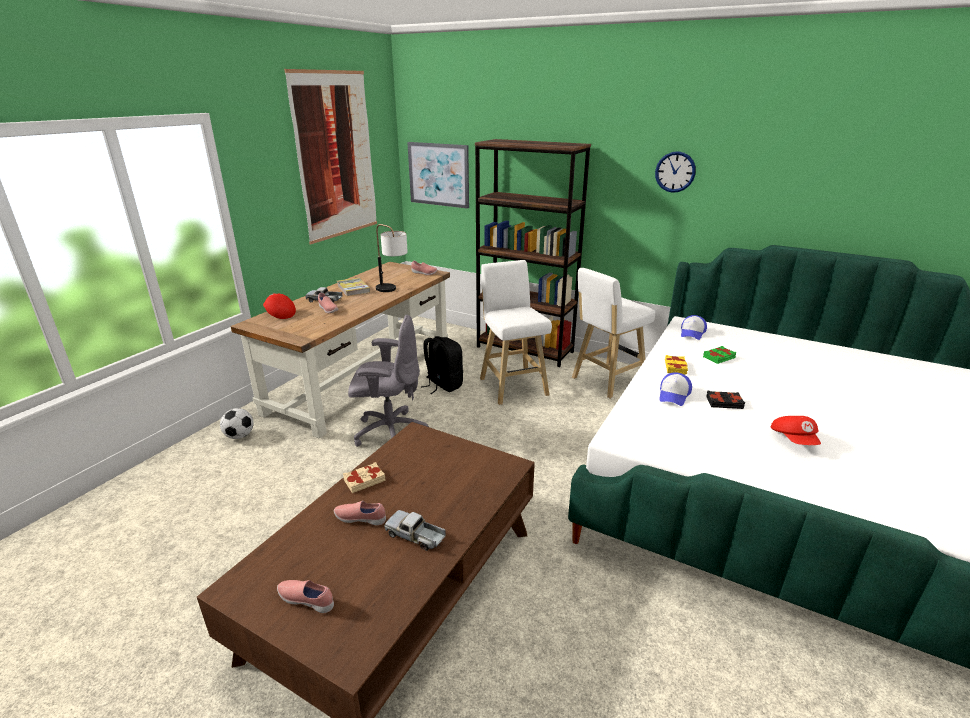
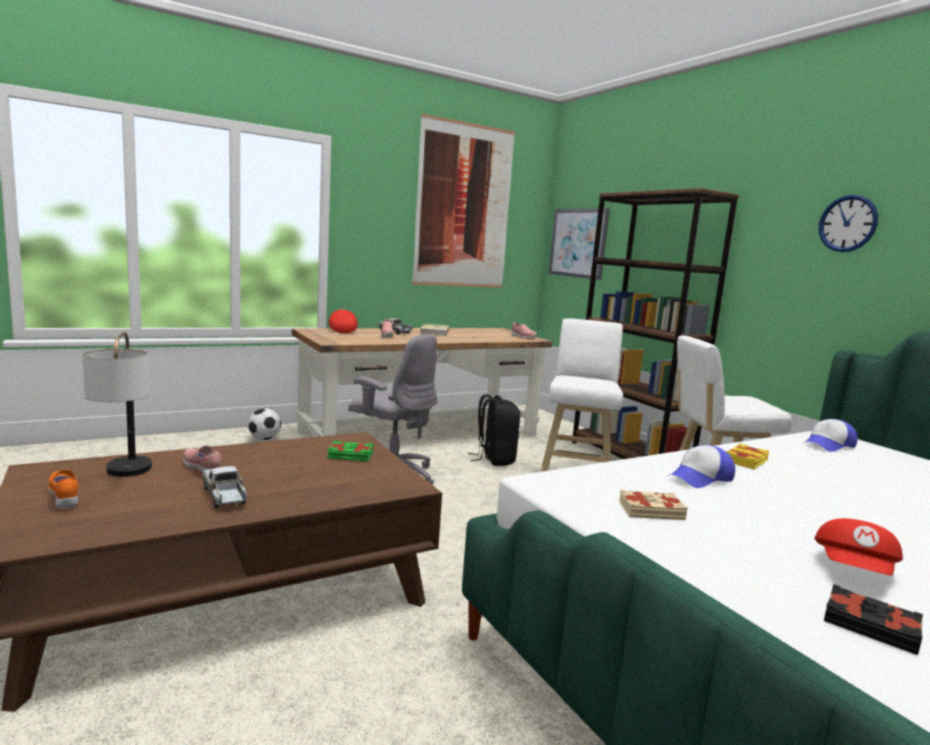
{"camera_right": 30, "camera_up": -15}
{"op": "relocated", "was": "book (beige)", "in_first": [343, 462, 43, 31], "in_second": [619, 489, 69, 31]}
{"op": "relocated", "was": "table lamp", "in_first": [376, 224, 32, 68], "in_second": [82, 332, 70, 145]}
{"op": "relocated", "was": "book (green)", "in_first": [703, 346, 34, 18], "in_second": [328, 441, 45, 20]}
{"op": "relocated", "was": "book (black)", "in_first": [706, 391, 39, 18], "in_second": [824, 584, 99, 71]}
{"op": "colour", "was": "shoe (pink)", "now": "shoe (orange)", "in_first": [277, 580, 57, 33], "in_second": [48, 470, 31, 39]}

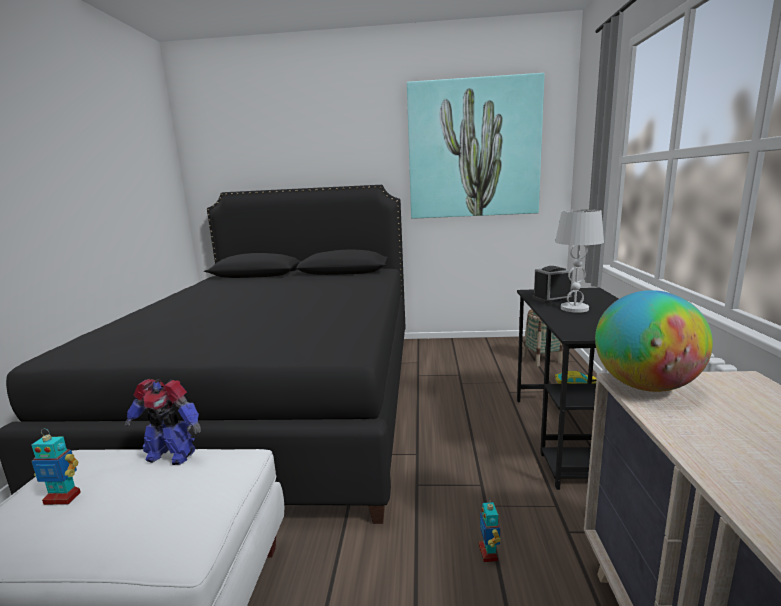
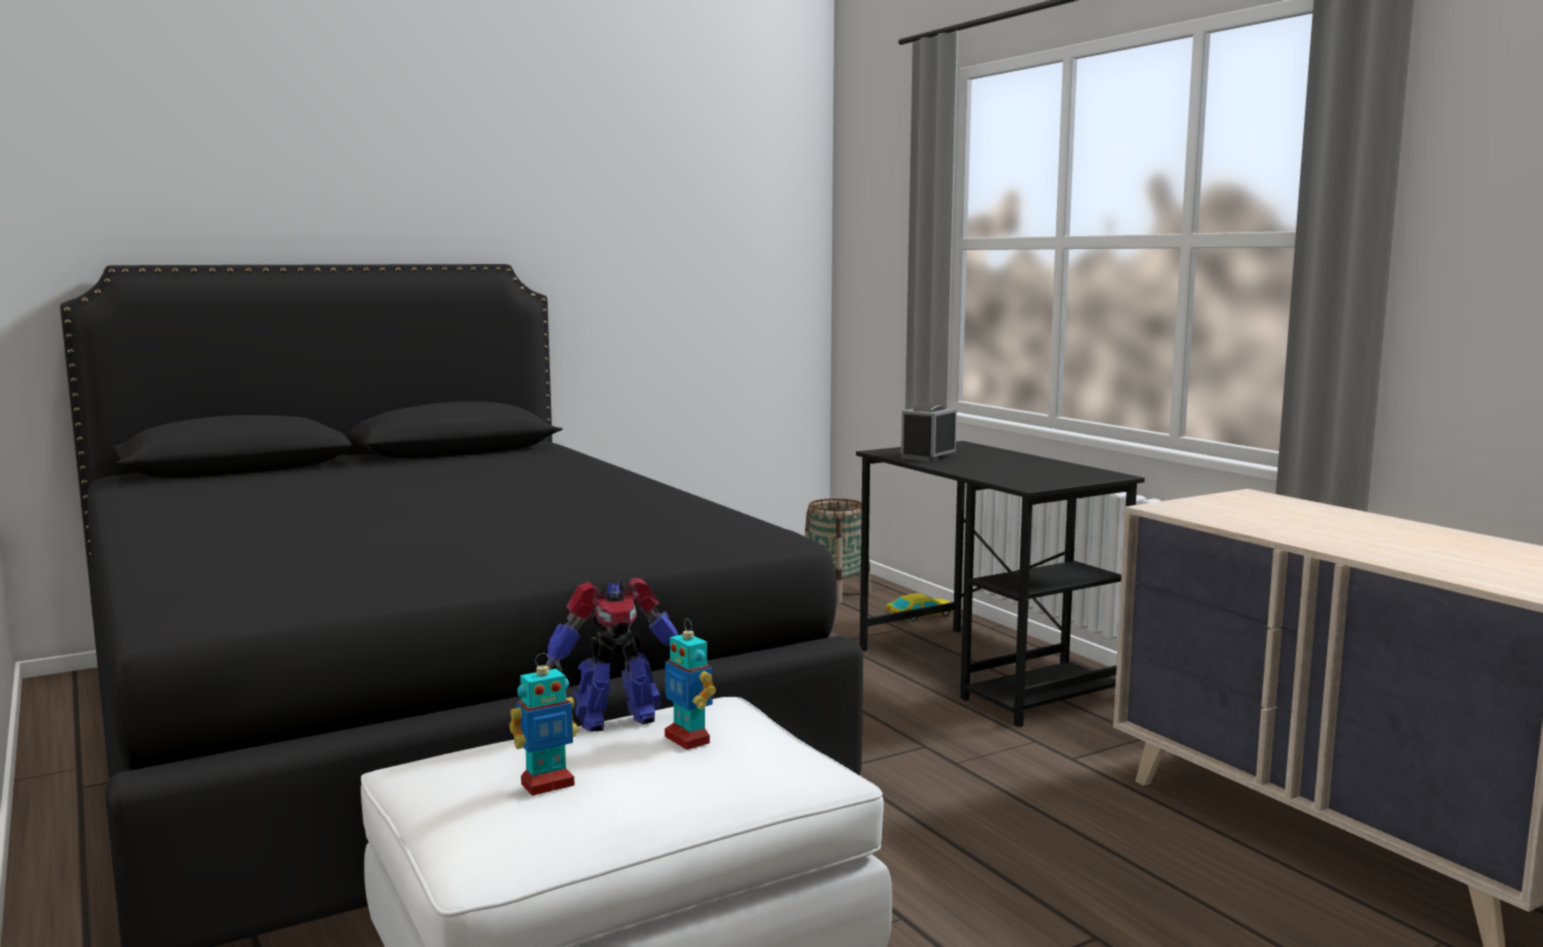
{"camera_right": -35, "camera_up": -5}
{"op": "missing", "was": "picture", "in_first": [407, 73, 138, 146]}
{"op": "missing", "was": "table lamp (white)", "in_first": [555, 210, 49, 103]}
{"op": "missing", "was": "globe", "in_first": [595, 290, 118, 102]}
{"op": "relocated", "was": "toy robot", "in_first": [479, 499, 22, 63], "in_second": [665, 619, 51, 131]}

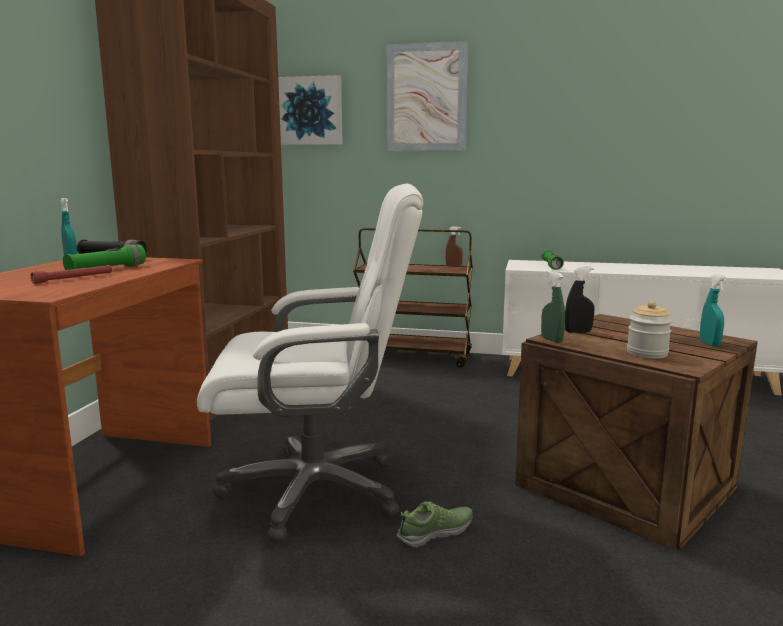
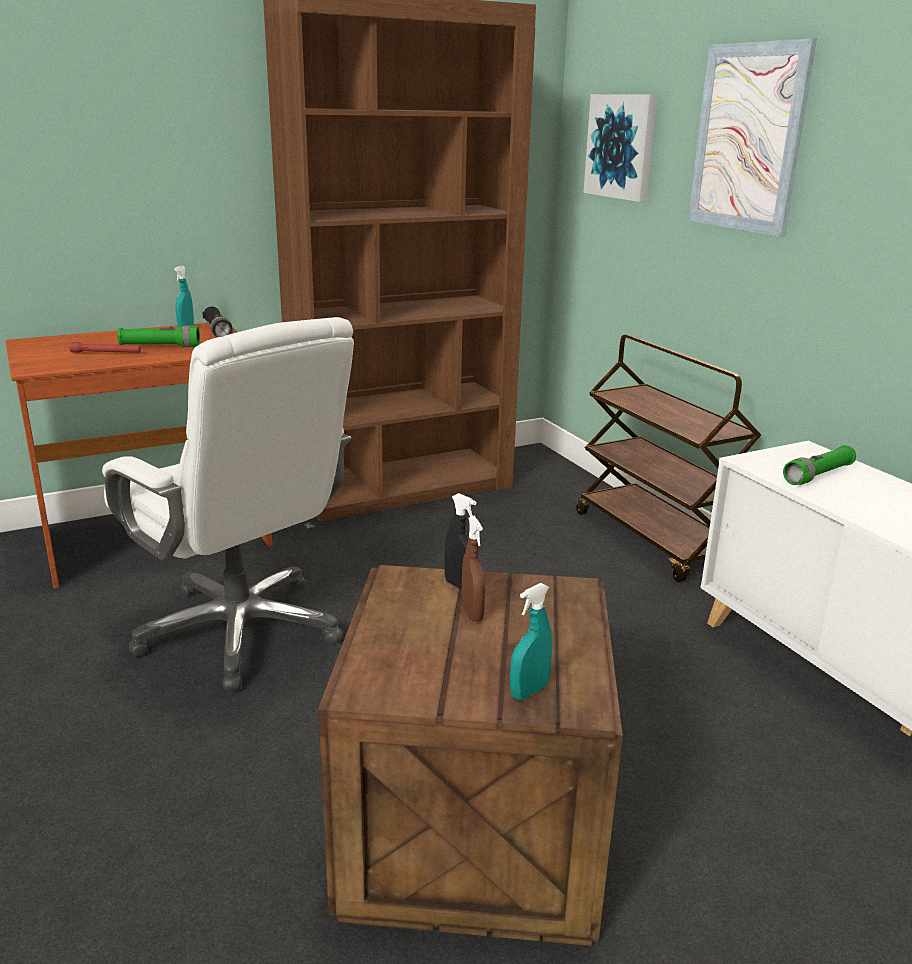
{"camera_right": 50, "camera_up": 10}
{"op": "missing", "was": "shoe", "in_first": [397, 501, 76, 47]}
{"op": "missing", "was": "spray bottle (green)", "in_first": [541, 271, 24, 72]}
{"op": "missing", "was": "jar", "in_first": [627, 301, 45, 58]}
{"op": "relocated", "was": "spray bottle (brown)", "in_first": [446, 227, 17, 40], "in_second": [462, 516, 23, 106]}

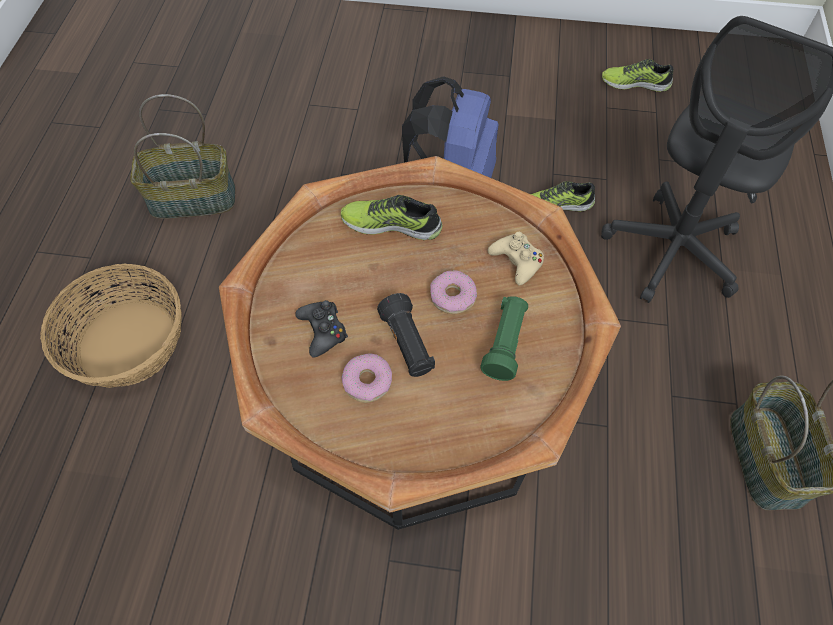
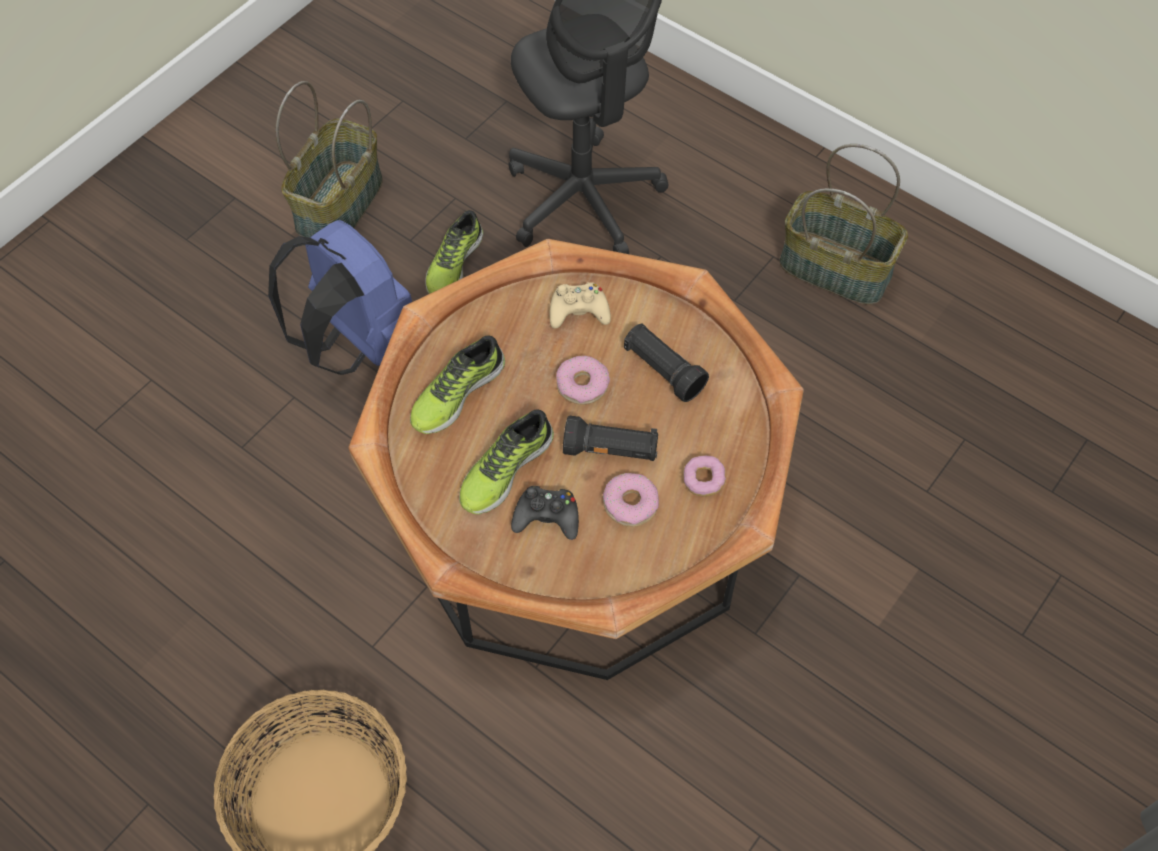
{"camera_right": -60, "camera_up": 0}
{"op": "appeared", "now": "donut", "in_second": [683, 456, 43, 41]}
{"op": "relocated", "was": "basket", "in_first": [130, 94, 105, 125], "in_second": [276, 81, 107, 156]}
{"op": "relocated", "was": "shoe", "in_first": [602, 59, 72, 33], "in_second": [459, 409, 95, 105]}
{"op": "colour", "was": "flashlight (green)", "now": "flashlight (black)", "in_first": [480, 296, 48, 85], "in_second": [624, 324, 85, 78]}

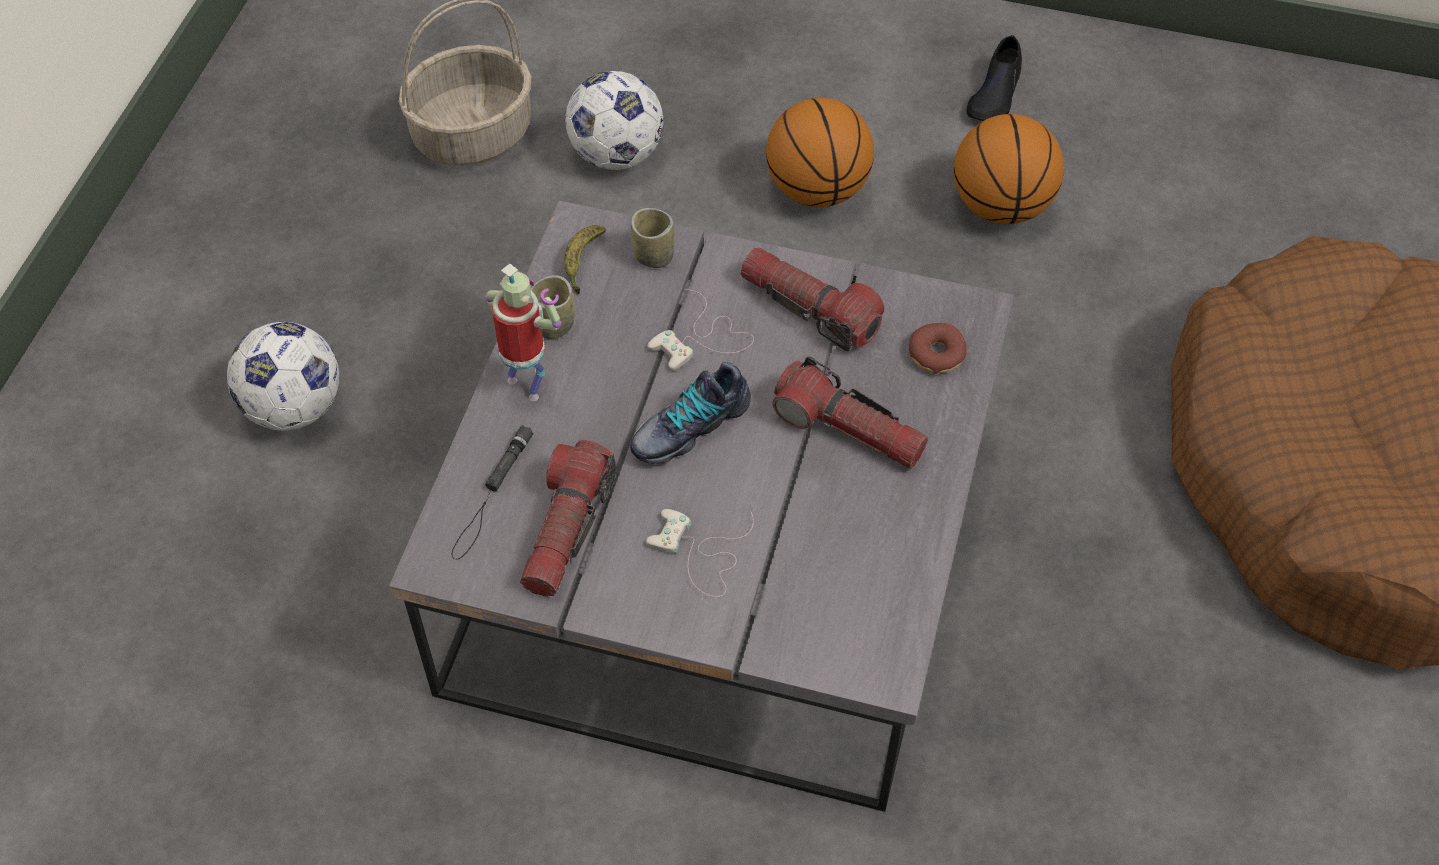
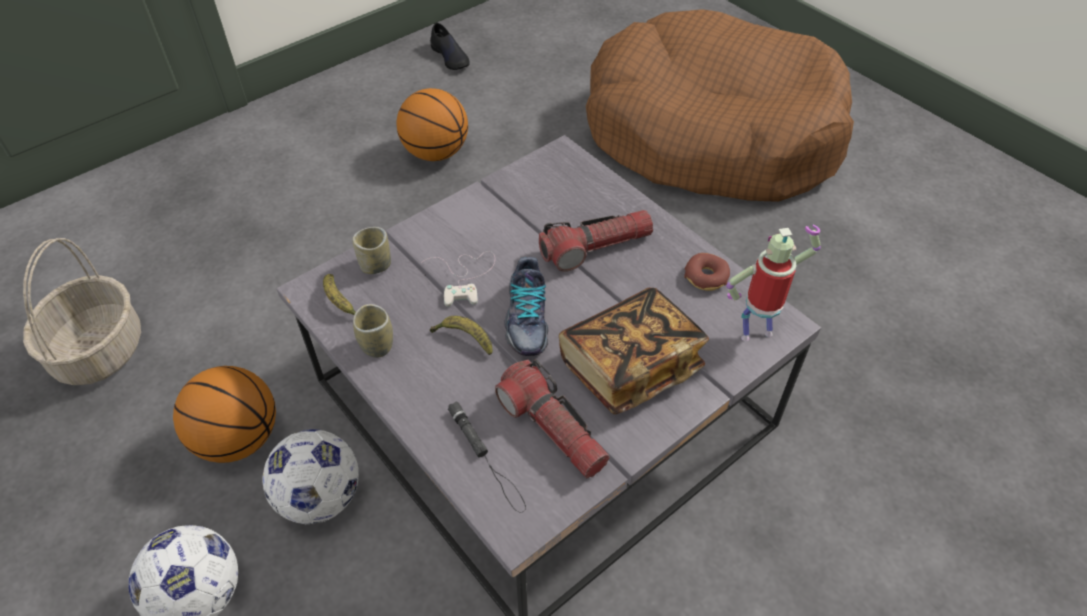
{"camera_right": -55, "camera_up": -5}
{"op": "missing", "was": "flashlight", "in_first": [741, 247, 143, 104]}
{"op": "appeared", "now": "banana", "in_second": [430, 316, 62, 39]}
{"op": "relocated", "was": "toy robot", "in_first": [485, 264, 76, 137], "in_second": [726, 225, 95, 116]}
{"op": "relocated", "was": "football", "in_first": [565, 71, 98, 99], "in_second": [263, 429, 96, 96]}
{"op": "relocated", "was": "basketball", "in_first": [766, 98, 108, 109], "in_second": [173, 366, 103, 97]}
{"op": "relocated", "was": "donut", "in_first": [909, 323, 57, 51], "in_second": [684, 253, 46, 38]}
{"op": "relocated", "was": "shoe (black)", "in_first": [967, 35, 55, 86], "in_second": [430, 22, 40, 48]}
{"op": "exchanged", "was": "game controller (white)", "now": "book", "in_first": [646, 509, 108, 88], "in_second": [559, 288, 150, 126]}

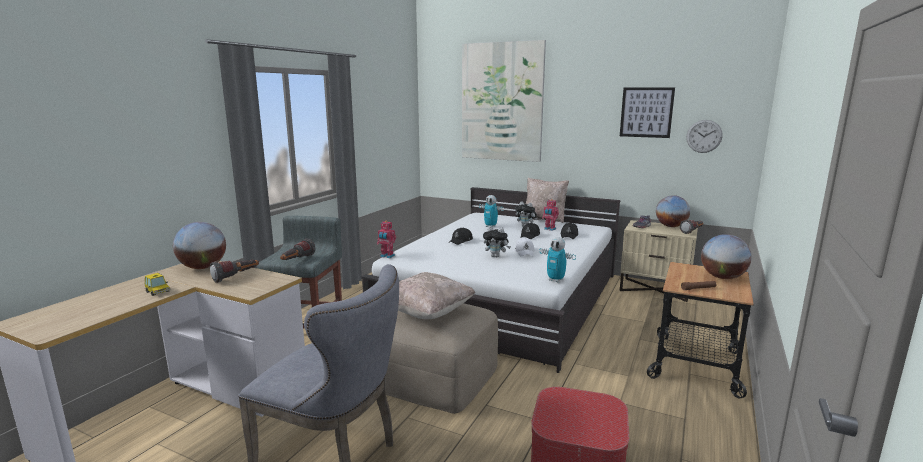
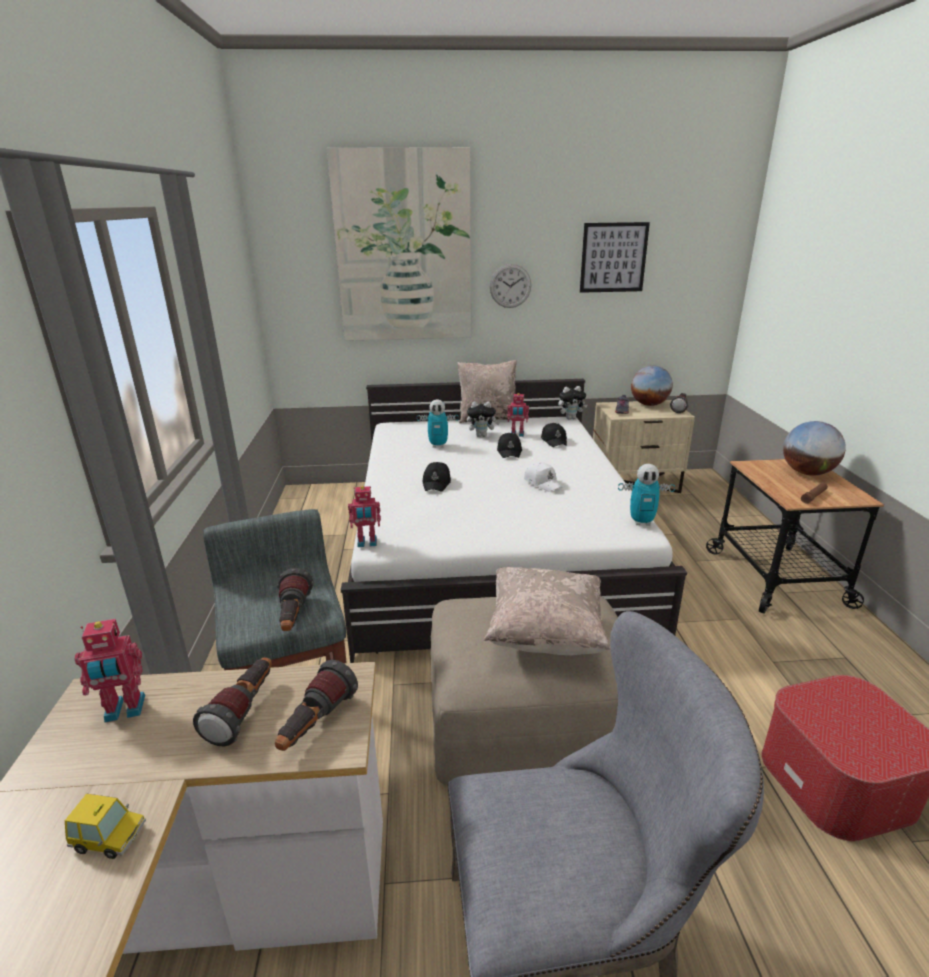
{"camera_right": -30, "camera_up": 10}
{"op": "appeared", "now": "flashlight", "in_second": [275, 660, 83, 91]}
{"op": "relocated", "was": "plush toy", "in_first": [483, 227, 28, 30], "in_second": [558, 386, 29, 33]}
{"op": "relocated", "was": "wall clock", "in_first": [686, 120, 37, 33], "in_second": [490, 264, 41, 44]}
{"op": "exchanged", "was": "globe", "now": "toy robot", "in_first": [173, 222, 53, 47], "in_second": [75, 619, 70, 104]}

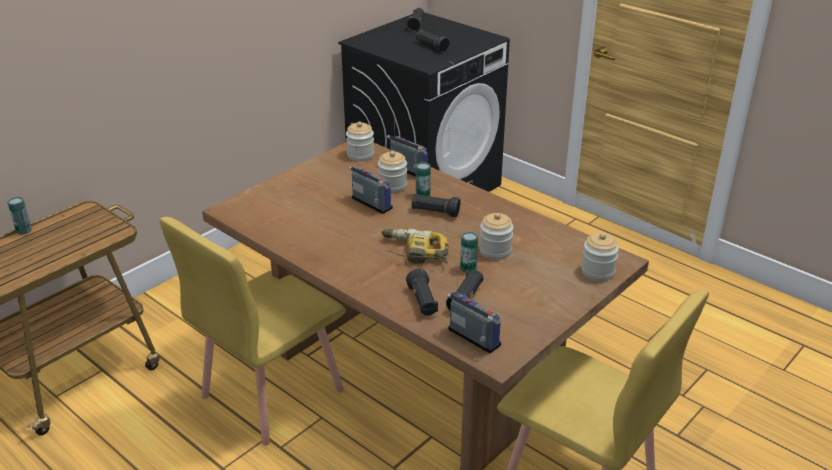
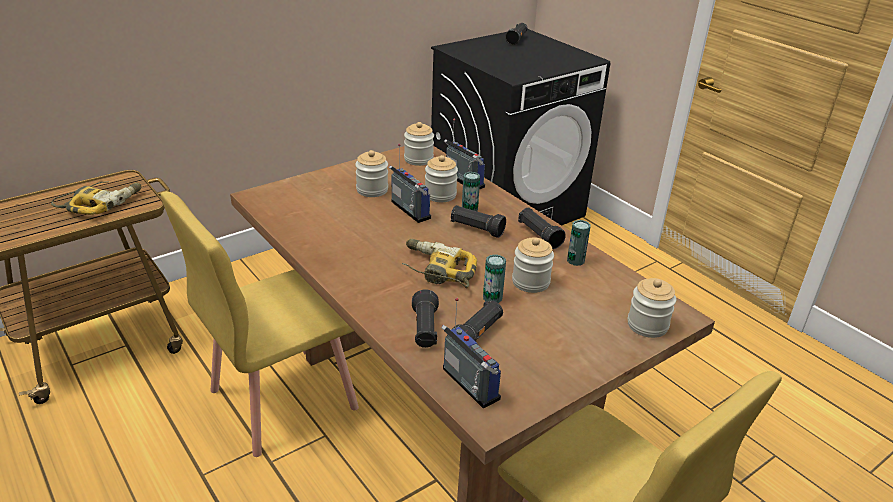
{"camera_right": 10, "camera_up": 0}
{"op": "appeared", "now": "power drill", "in_second": [51, 181, 90, 34]}
{"op": "appeared", "now": "jar", "in_second": [355, 150, 33, 47]}
{"op": "relocated", "was": "can", "in_first": [7, 197, 25, 38], "in_second": [567, 220, 24, 46]}
{"op": "relocated", "was": "flashlight (black)", "in_first": [416, 30, 34, 22], "in_second": [518, 208, 48, 41]}

